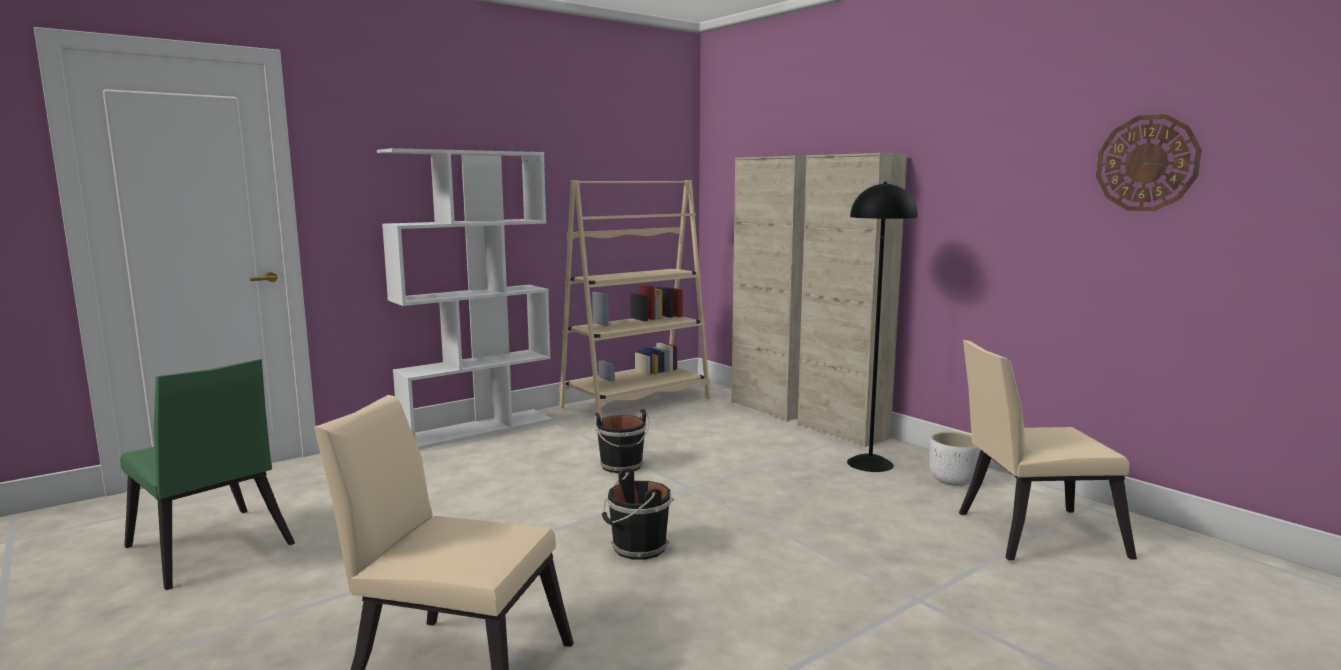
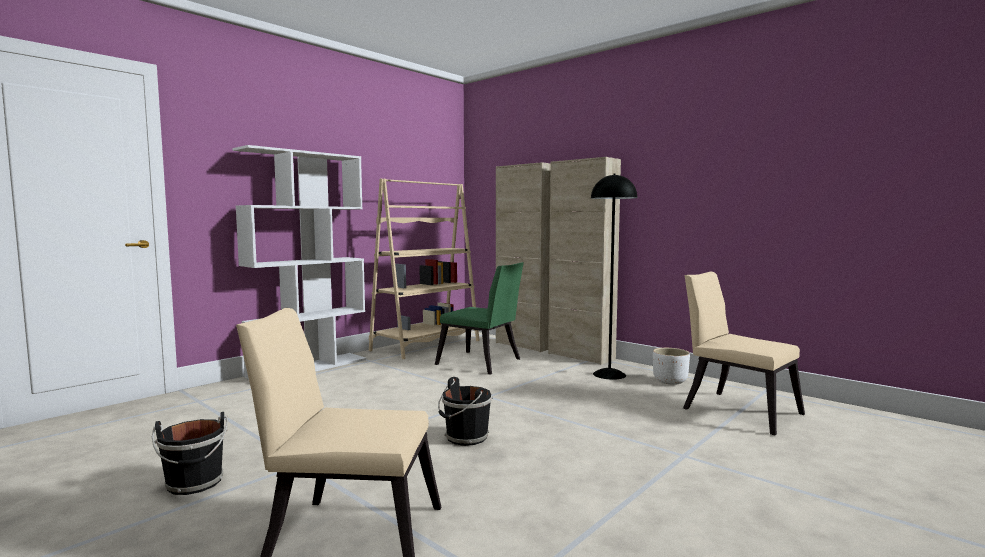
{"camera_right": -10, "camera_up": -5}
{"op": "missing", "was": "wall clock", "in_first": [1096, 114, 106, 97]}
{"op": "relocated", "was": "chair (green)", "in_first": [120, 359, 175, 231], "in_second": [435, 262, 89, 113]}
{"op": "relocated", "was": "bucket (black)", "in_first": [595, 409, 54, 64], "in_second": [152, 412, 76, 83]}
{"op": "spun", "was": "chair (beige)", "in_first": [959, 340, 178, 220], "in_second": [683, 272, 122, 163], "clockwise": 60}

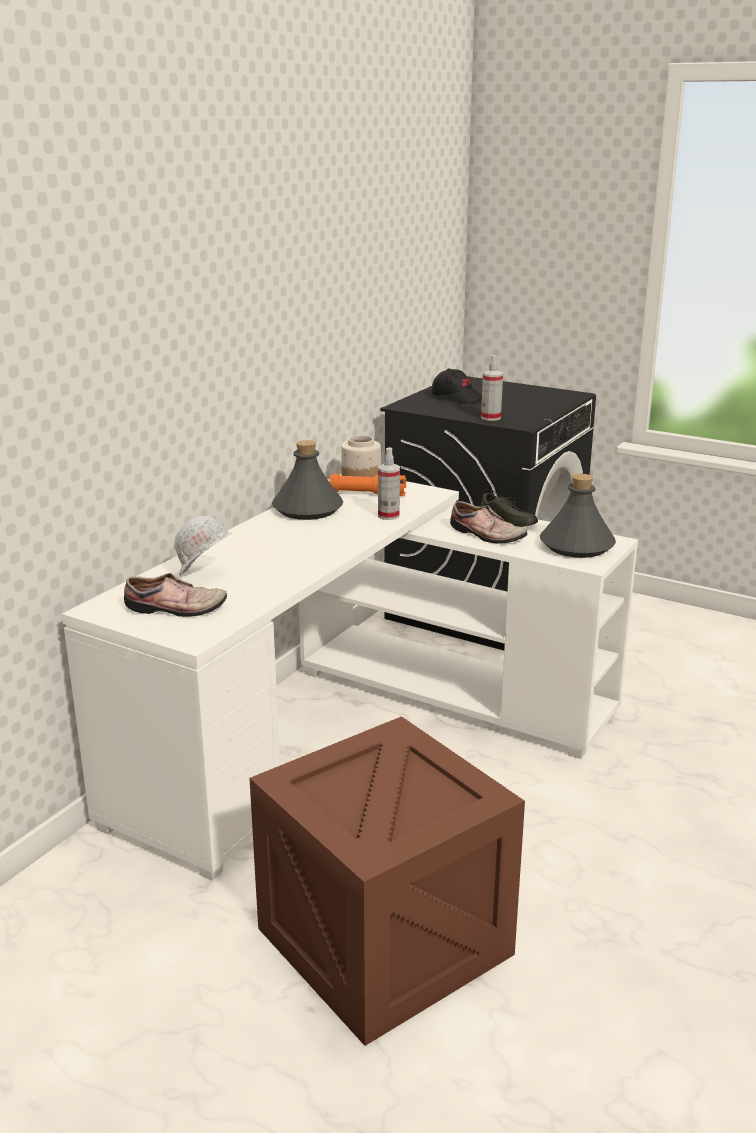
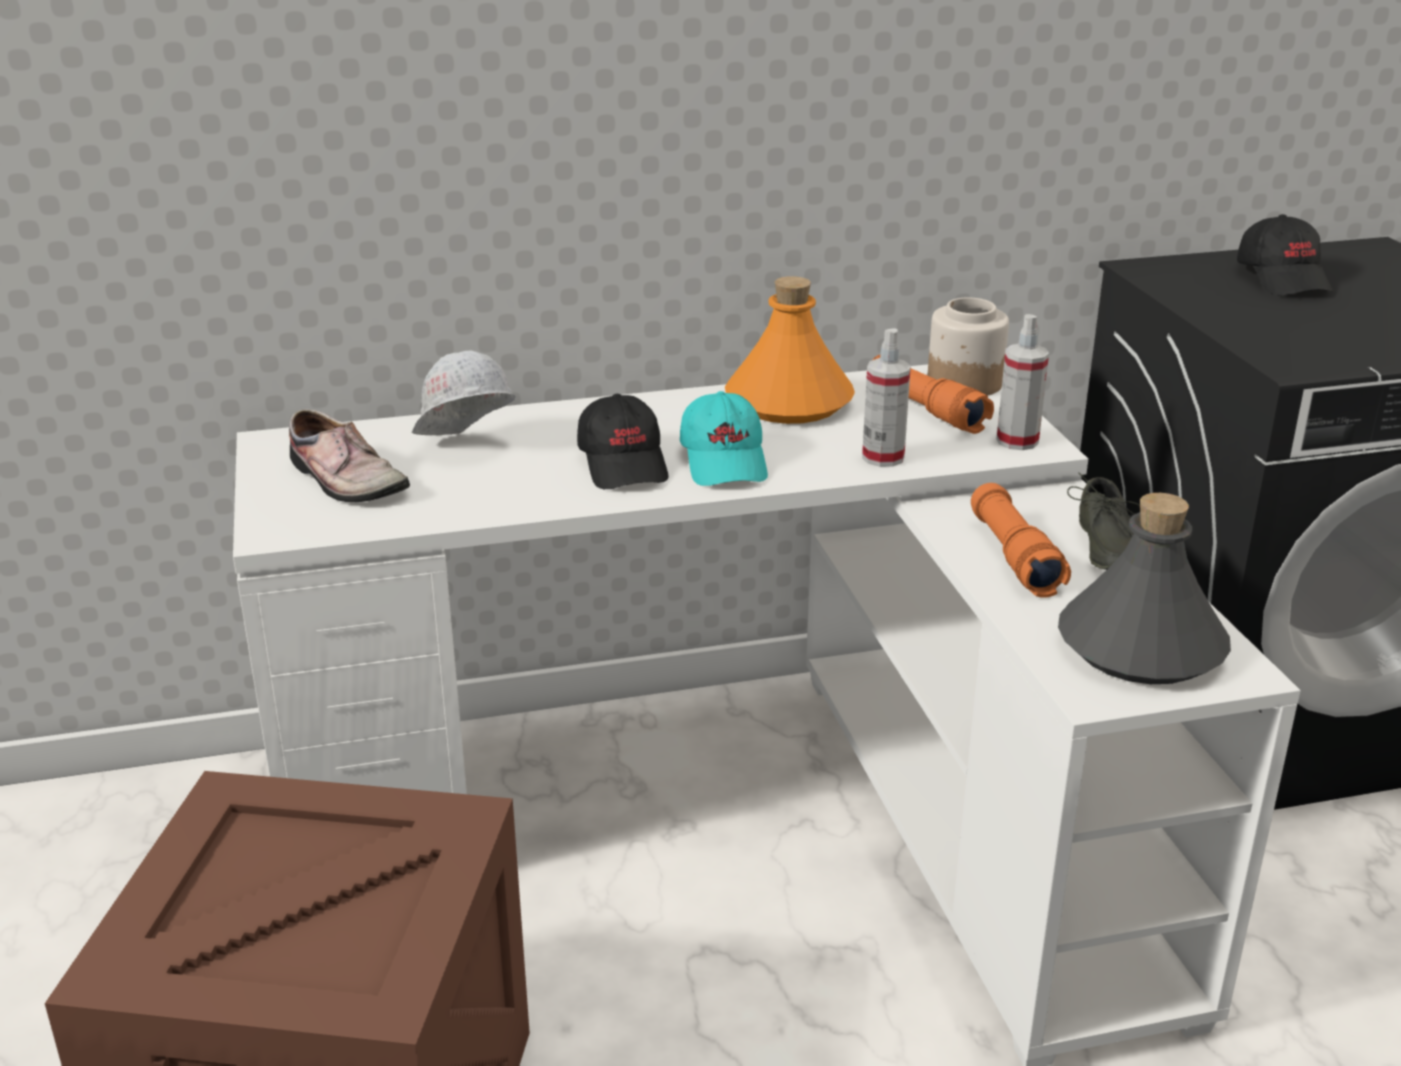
{"camera_right": 45, "camera_up": 5}
{"op": "appeared", "now": "cap (black)", "in_second": [577, 394, 91, 95]}
{"op": "appeared", "now": "cap (turquoise)", "in_second": [680, 391, 88, 95]}
{"op": "relocated", "was": "spray bottle", "in_first": [481, 355, 22, 66], "in_second": [997, 314, 52, 136]}
{"op": "exchanged", "was": "shoe", "now": "flashlight (orange)", "in_first": [450, 501, 77, 43], "in_second": [971, 483, 100, 115]}
{"op": "colour", "was": "bottle (grey)", "now": "bottle (orange)", "in_first": [272, 440, 71, 80], "in_second": [725, 276, 130, 148]}

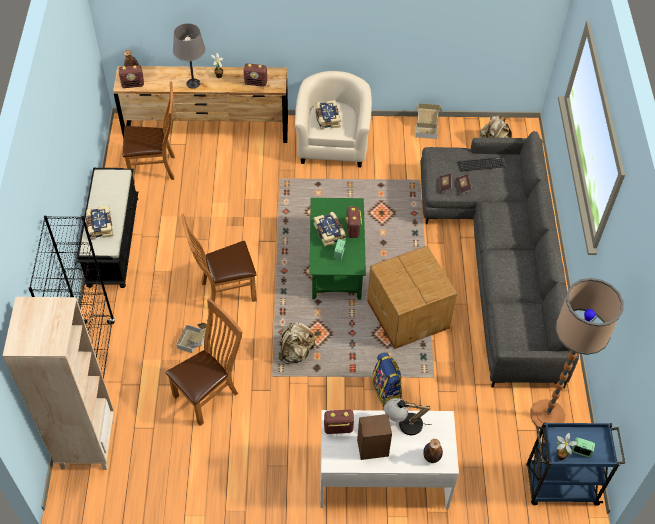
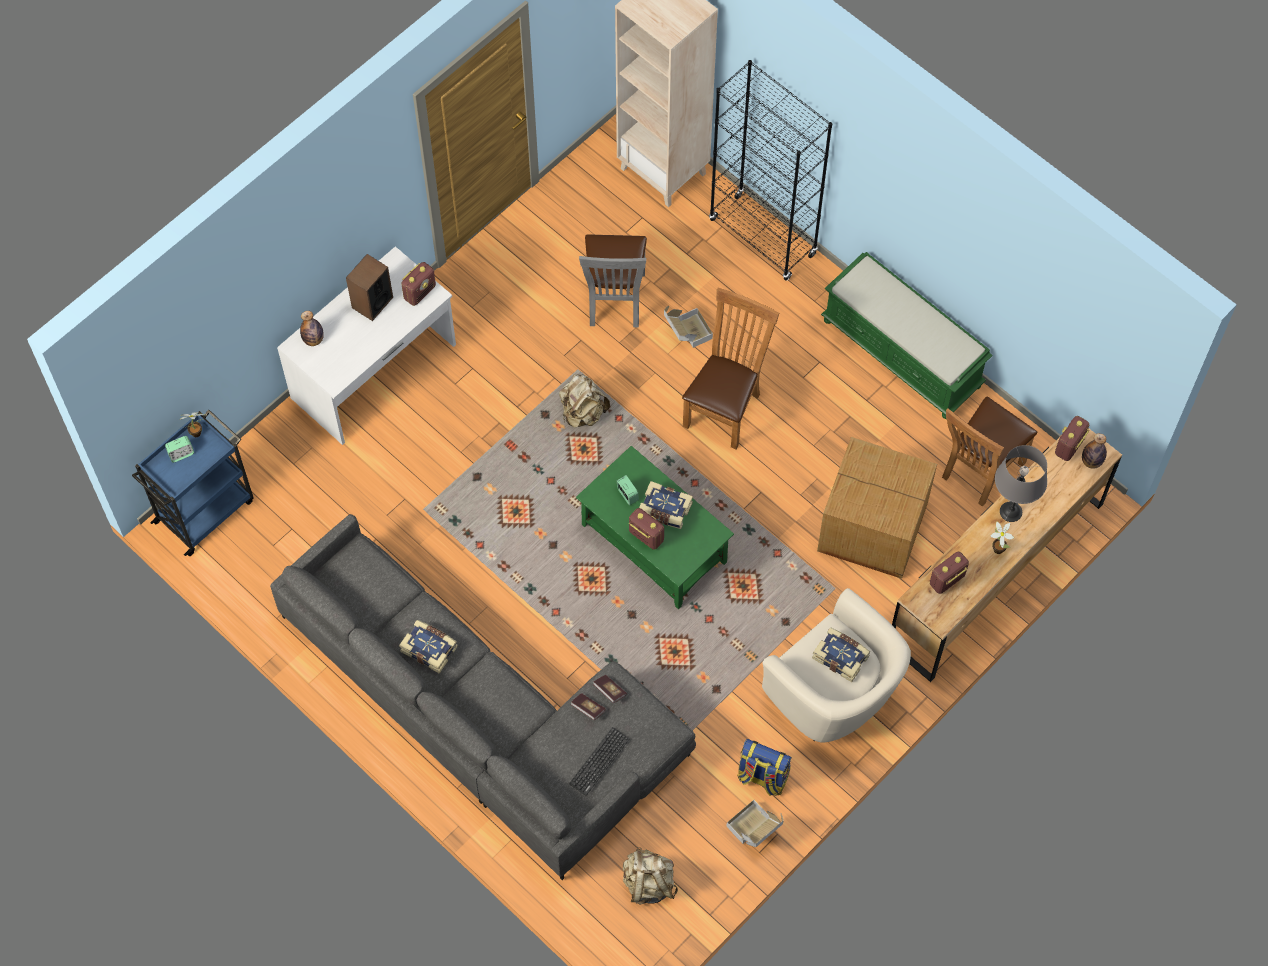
{"camera_right": 135, "camera_up": 10}
{"op": "missing", "was": "table lamp", "in_first": [384, 398, 48, 37]}
{"op": "missing", "was": "floor lamp", "in_first": [530, 278, 94, 149]}
{"op": "relocated", "was": "book", "in_first": [86, 206, 27, 34], "in_second": [399, 620, 58, 54]}
{"op": "relocated", "was": "cardboard box", "in_first": [367, 246, 90, 103], "in_second": [817, 437, 120, 142]}
{"op": "relocated", "was": "backpack", "in_first": [372, 352, 30, 54], "in_second": [737, 739, 55, 57]}
{"op": "colour", "was": "bench (black)", "now": "bench (green)", "in_first": [77, 168, 61, 120], "in_second": [821, 252, 172, 167]}
{"op": "colour", "was": "chair (brown)", "now": "chair (grey)", "in_first": [166, 298, 77, 128], "in_second": [579, 234, 68, 93]}

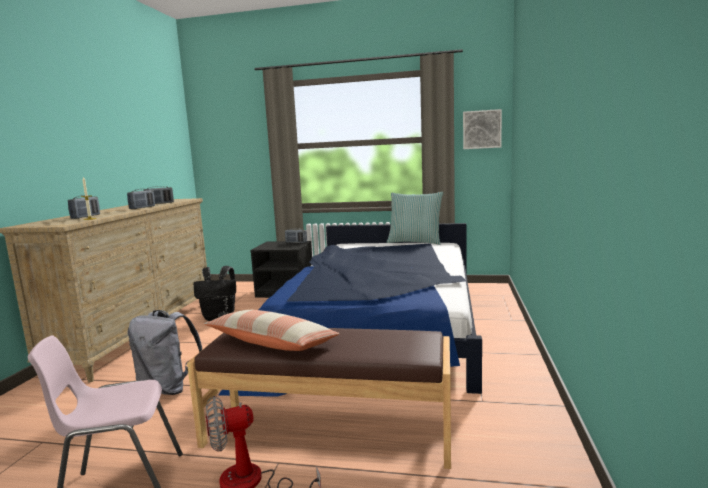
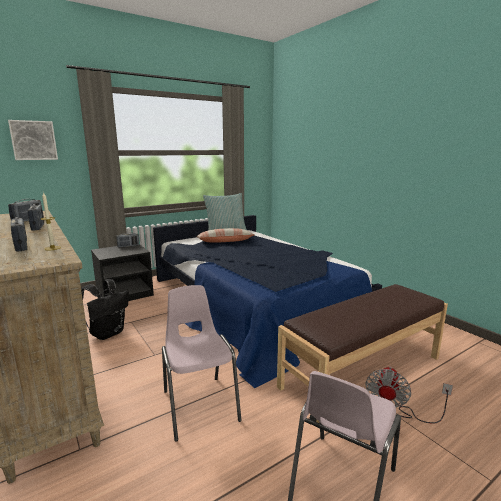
{"camera_right": -45, "camera_up": 5}
{"op": "relocated", "was": "pillow", "in_first": [204, 310, 135, 41], "in_second": [197, 228, 58, 15]}
{"op": "relocated", "was": "picture", "in_first": [463, 109, 39, 40], "in_second": [8, 120, 50, 40]}
{"op": "exchanged", "was": "backpack (grey)", "now": "chair (pink)", "in_first": [128, 310, 74, 85], "in_second": [162, 285, 80, 157]}

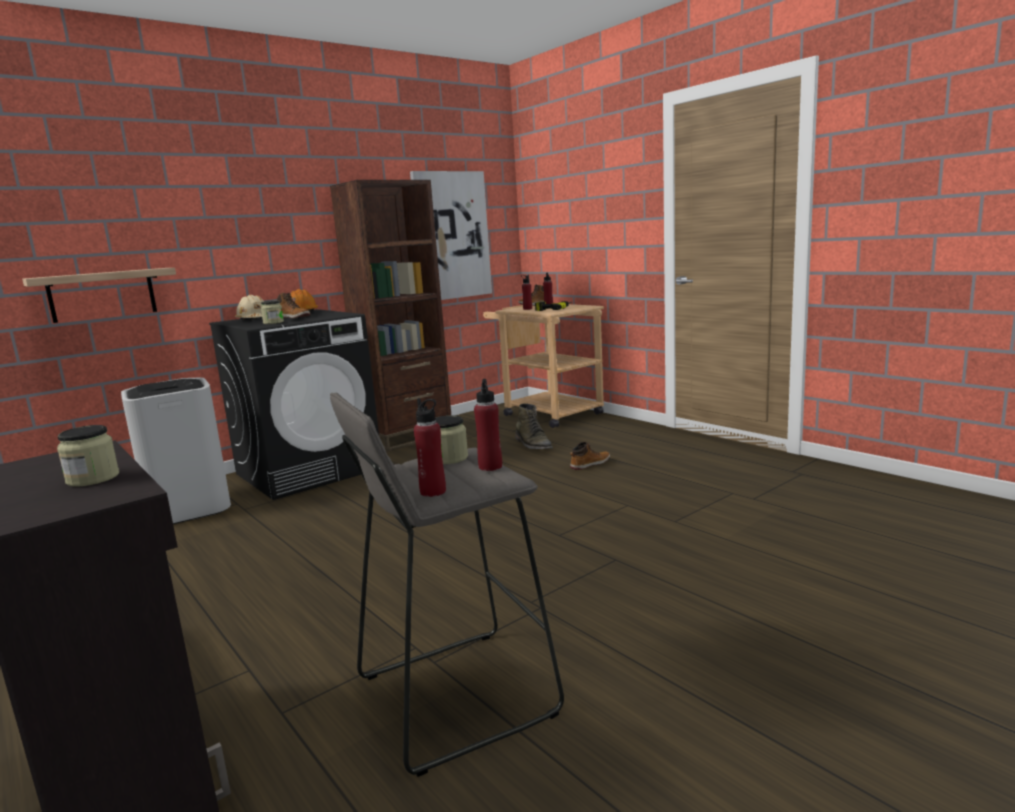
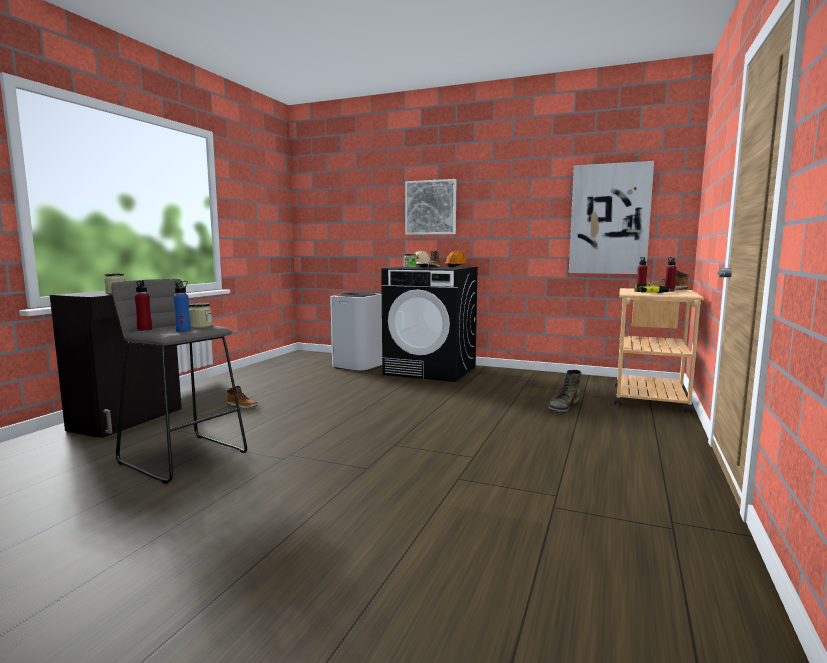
{"camera_right": 60, "camera_up": -5}
{"op": "missing", "was": "shelf", "in_first": [22, 268, 154, 55]}
{"op": "missing", "was": "bookcase (brown)", "in_first": [330, 180, 121, 272]}
{"op": "appeared", "now": "picture", "in_second": [405, 179, 52, 56]}
{"op": "relocated", "was": "boot", "in_first": [570, 442, 40, 28], "in_second": [227, 386, 31, 23]}
{"op": "colour", "was": "bottle (red)", "now": "bottle (blue)", "in_first": [474, 379, 28, 92], "in_second": [174, 281, 17, 51]}

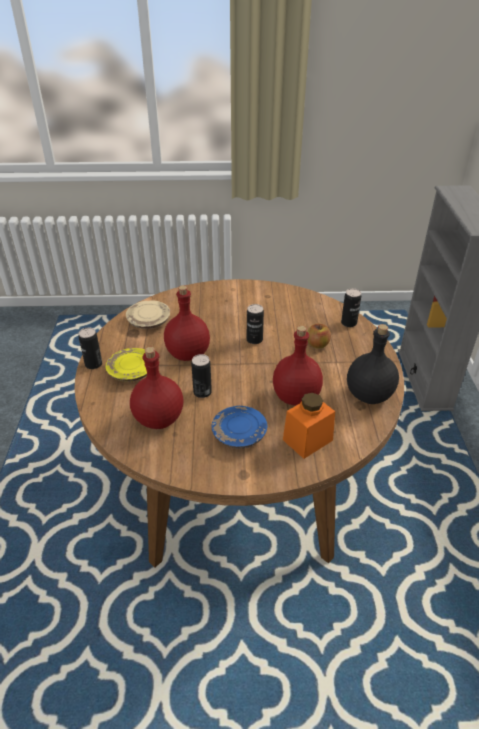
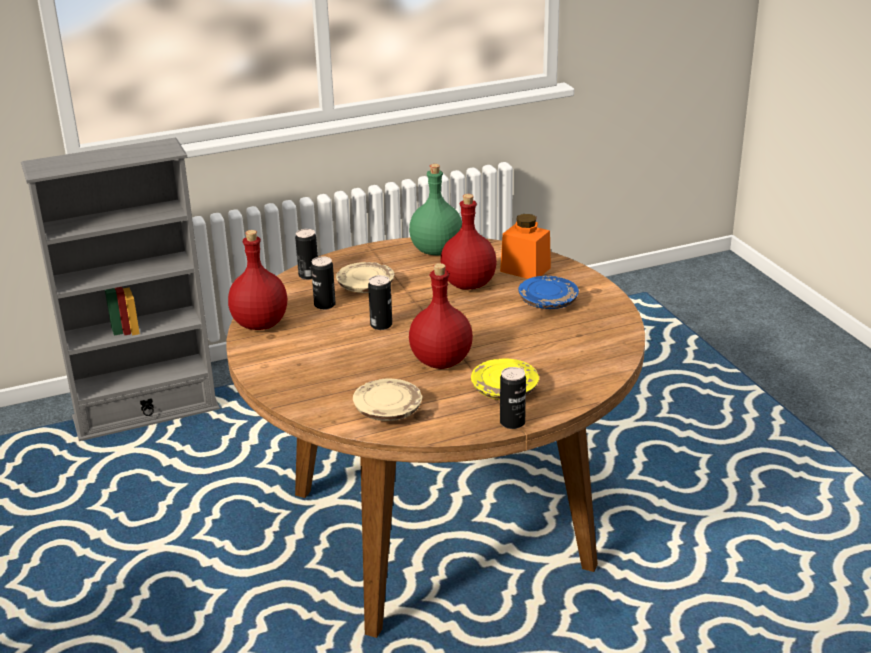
{"camera_right": -110, "camera_up": -10}
{"op": "relocated", "was": "bottle (red)", "in_first": [130, 347, 54, 82], "in_second": [228, 230, 59, 100]}
{"op": "relocated", "was": "can", "in_first": [191, 354, 21, 44], "in_second": [311, 256, 25, 54]}
{"op": "exchanged", "was": "apple", "now": "plate (beige)", "in_first": [308, 324, 23, 25], "in_second": [336, 262, 58, 31]}
{"op": "colour", "was": "bottle (black)", "now": "bottle (green)", "in_first": [347, 324, 52, 80], "in_second": [409, 164, 53, 91]}

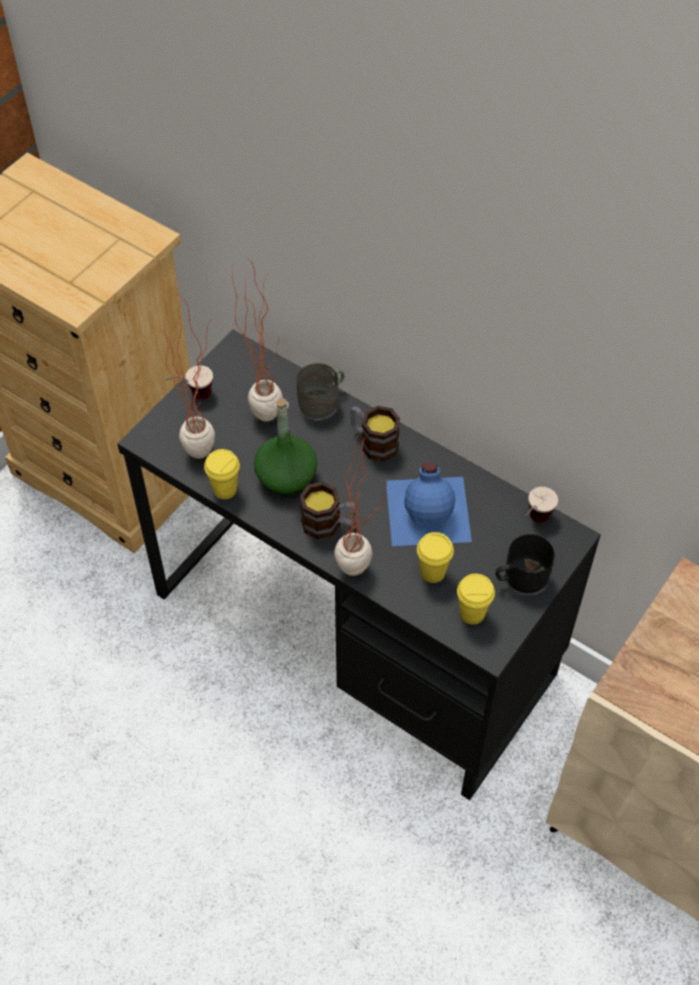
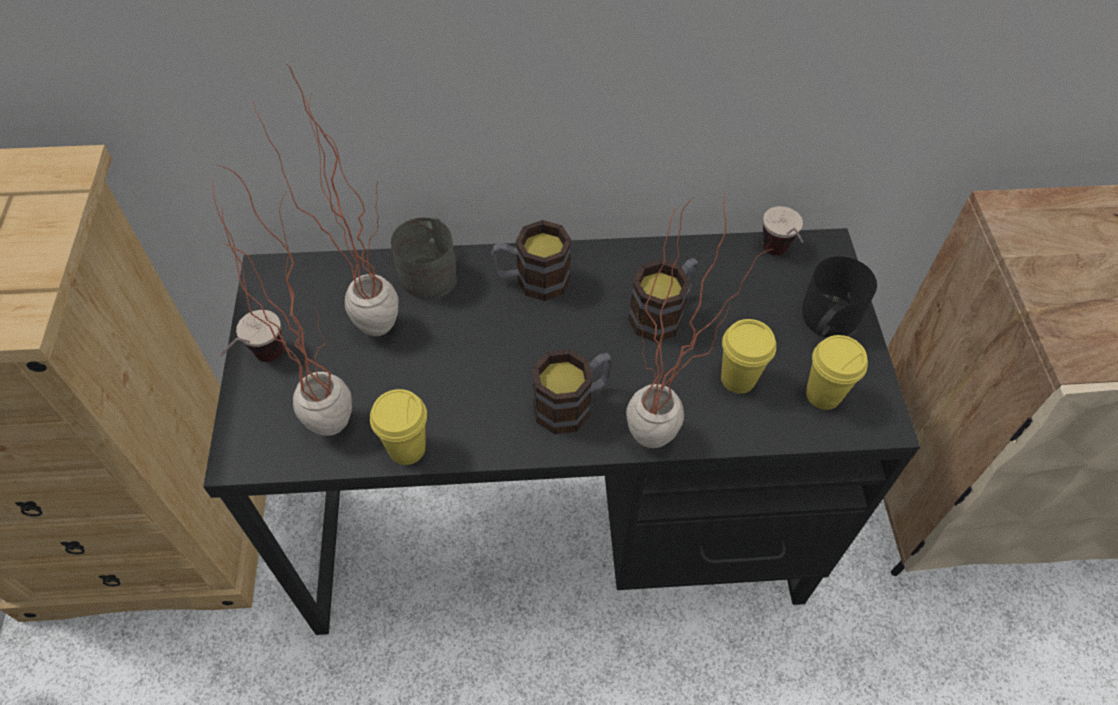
{"camera_right": -40, "camera_up": 0}
{"op": "missing", "was": "bottle (green)", "in_first": [254, 398, 64, 97]}
{"op": "exchanged", "was": "bottle (blue)", "now": "mug", "in_first": [386, 462, 86, 84], "in_second": [628, 258, 70, 84]}

